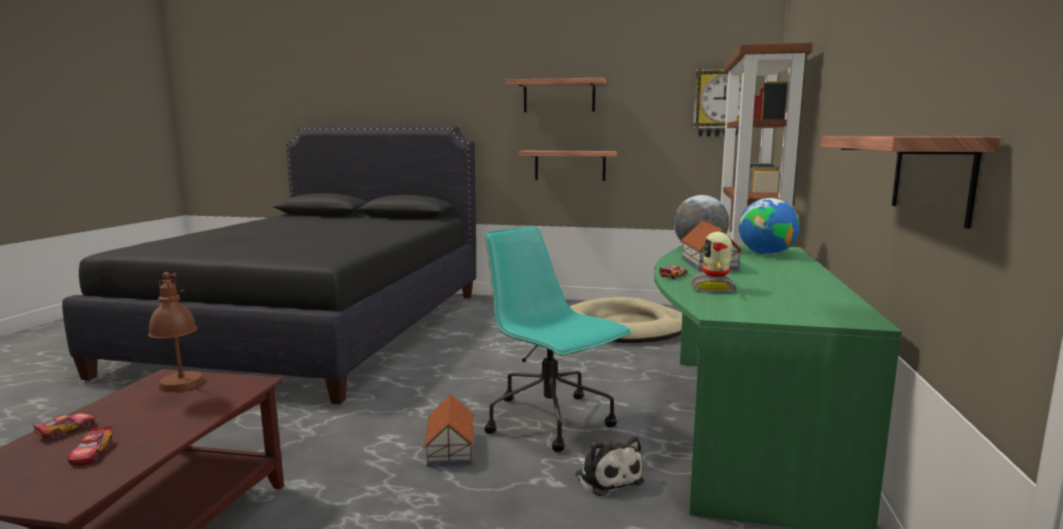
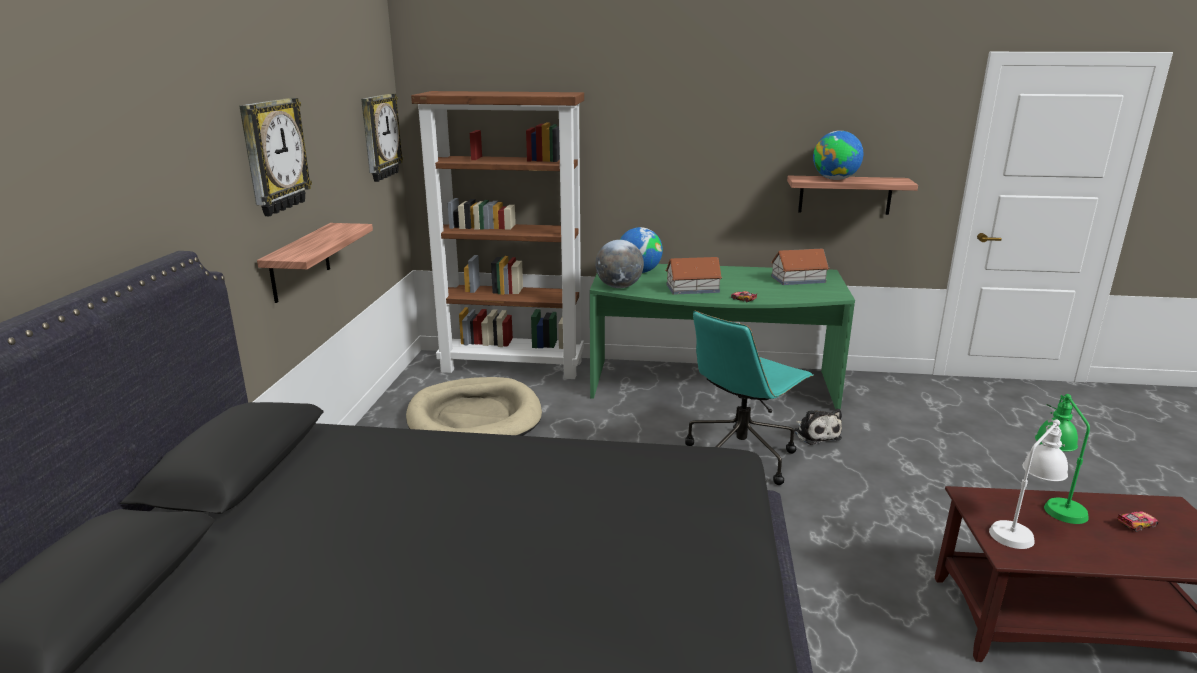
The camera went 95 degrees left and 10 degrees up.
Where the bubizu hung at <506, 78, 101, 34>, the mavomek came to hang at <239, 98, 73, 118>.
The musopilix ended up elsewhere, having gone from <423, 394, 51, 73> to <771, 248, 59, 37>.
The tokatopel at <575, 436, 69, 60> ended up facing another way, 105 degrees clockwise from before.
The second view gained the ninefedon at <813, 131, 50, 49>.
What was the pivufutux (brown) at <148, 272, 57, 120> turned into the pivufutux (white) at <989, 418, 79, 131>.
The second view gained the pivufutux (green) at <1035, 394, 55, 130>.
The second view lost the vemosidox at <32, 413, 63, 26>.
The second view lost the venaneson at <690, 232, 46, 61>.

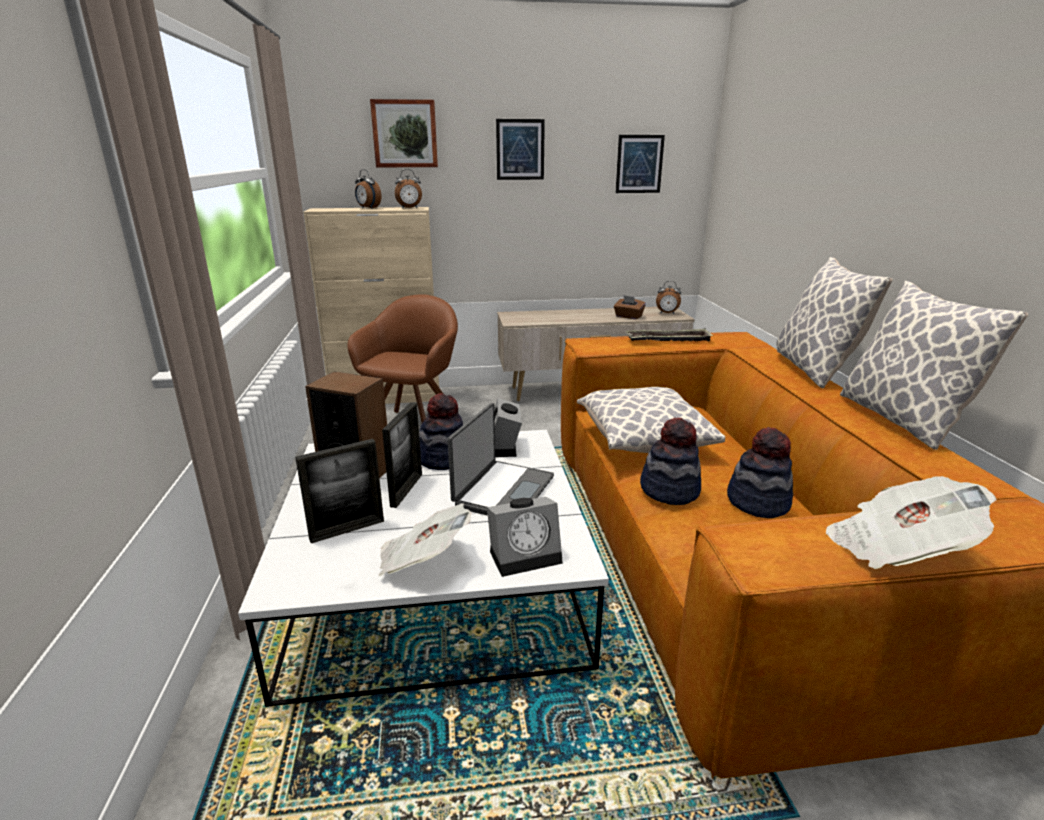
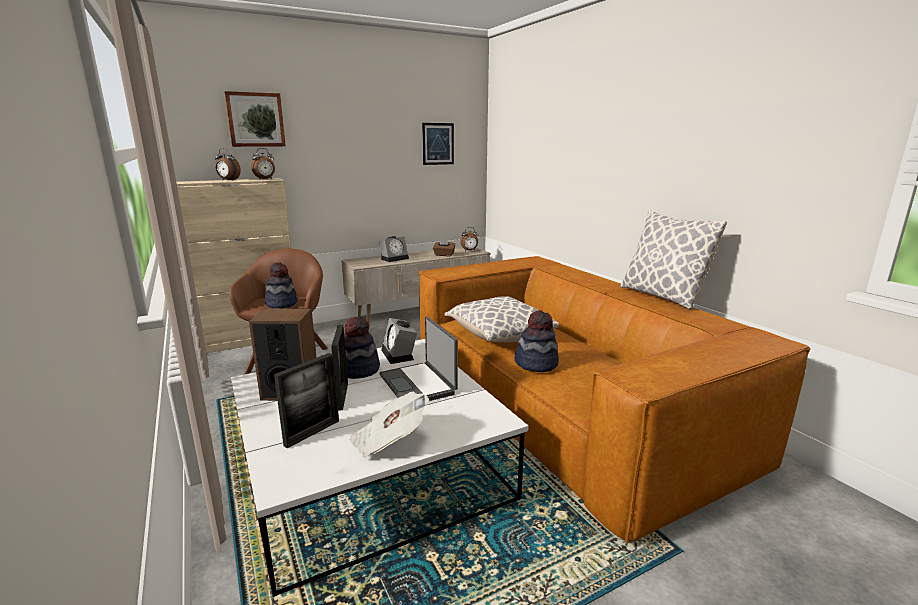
The camera went 20 degrees left and 5 degrees down.
The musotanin ended up elsewhere, having gone from <727, 427, 66, 91> to <265, 262, 33, 46>.
The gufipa ended up elsewhere, having gone from <487, 497, 76, 80> to <379, 236, 30, 26>.
The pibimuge at <448, 403, 106, 113> ended up facing another way, 150 degrees clockwise from before.
The second view lost the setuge at <496, 119, 49, 61>.
The second view lost the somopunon at <626, 329, 87, 12>.
The second view lost the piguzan at <777, 257, 116, 131>.
The second view lost the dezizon at <826, 476, 171, 93>.

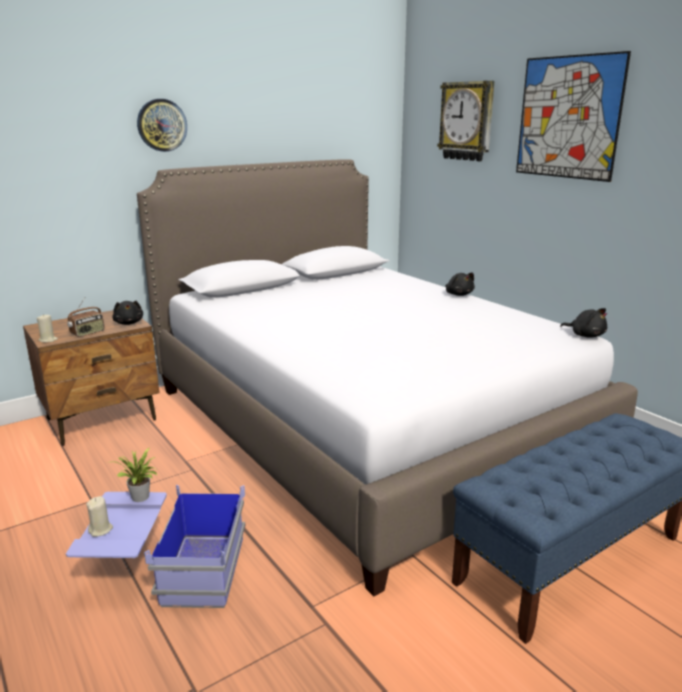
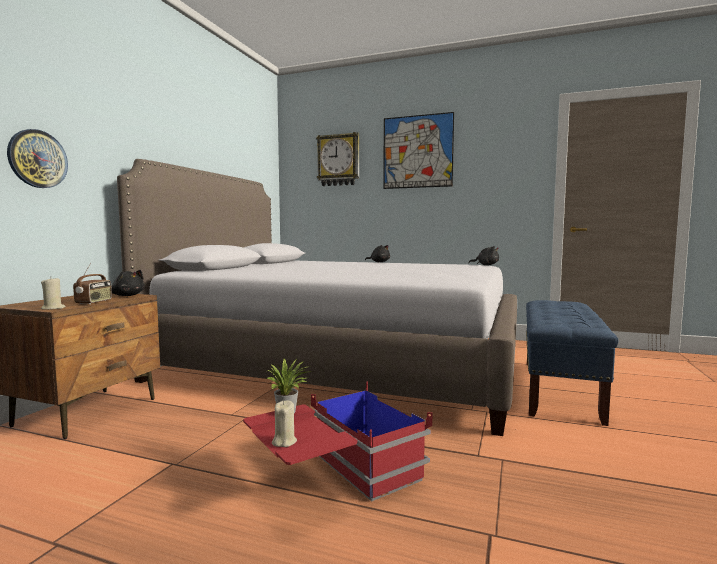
The camera went 35 degrees left and 15 degrees down.
The mavomek ended up elsewhere, having gone from <137, 99, 50, 53> to <7, 129, 61, 59>.
What was the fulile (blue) at <66, 484, 179, 124> turned into the fulile (red) at <243, 382, 189, 120>.

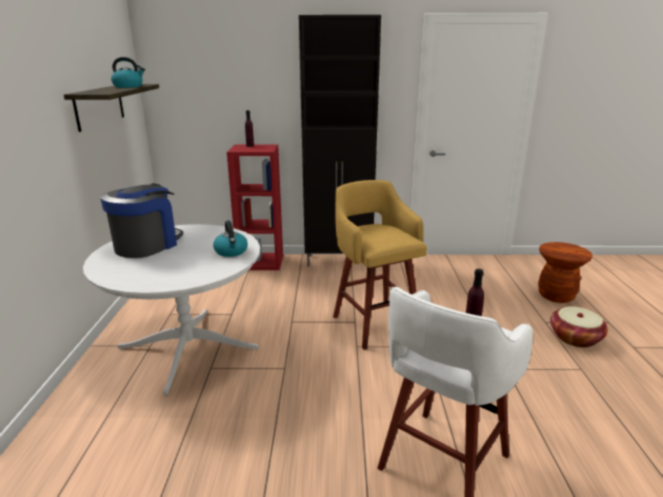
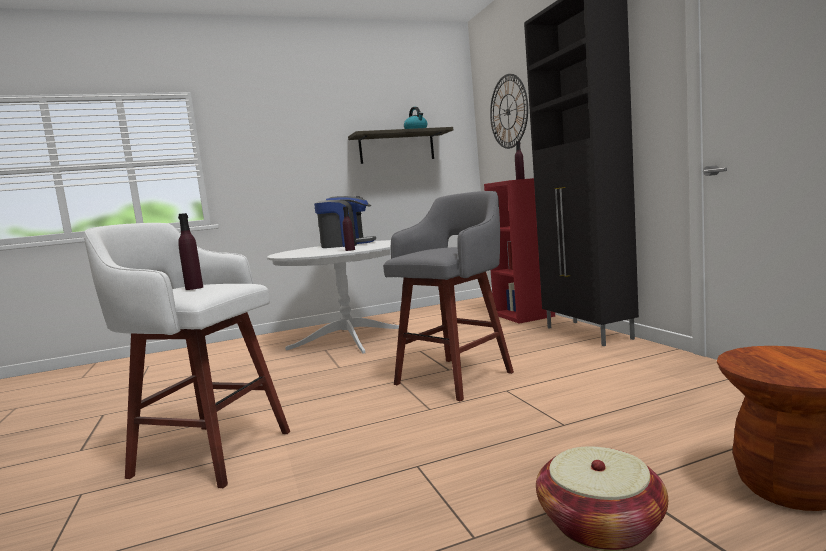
The camera went 70 degrees right and 15 degrees down.
Where the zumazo stood at <213, 220, 35, 37>, the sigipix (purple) came to stand at <343, 206, 12, 45>.
What was the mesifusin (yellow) at <333, 180, 94, 170> turned into the mesifusin (grey) at <383, 191, 131, 210>.
The second view gained the mavomek at <490, 74, 38, 75>.

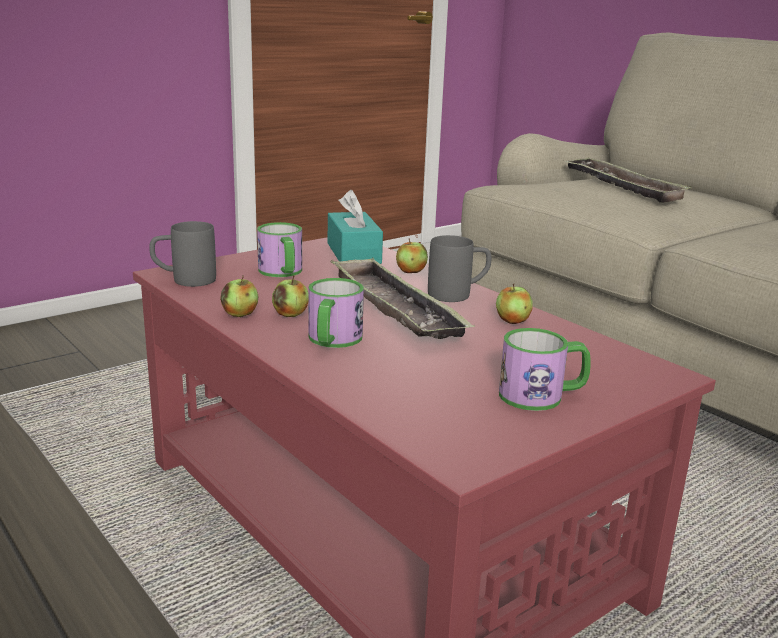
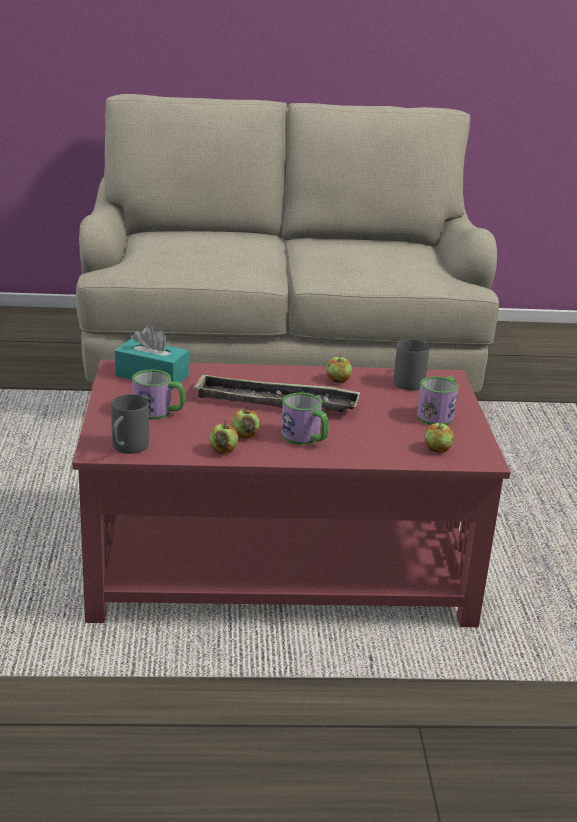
The camera went 55 degrees left and 5 degrees up.
The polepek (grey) ended up elsewhere, having gone from <428, 235, 64, 67> to <394, 339, 35, 51>.
The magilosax ended up elsewhere, having gone from <396, 238, 32, 35> to <425, 423, 29, 30>.
The second view lost the somopunon at <563, 158, 129, 45>.

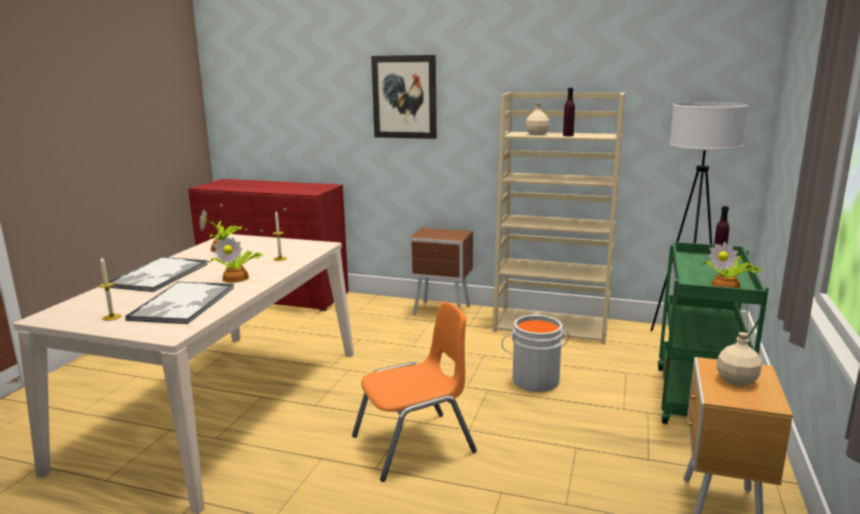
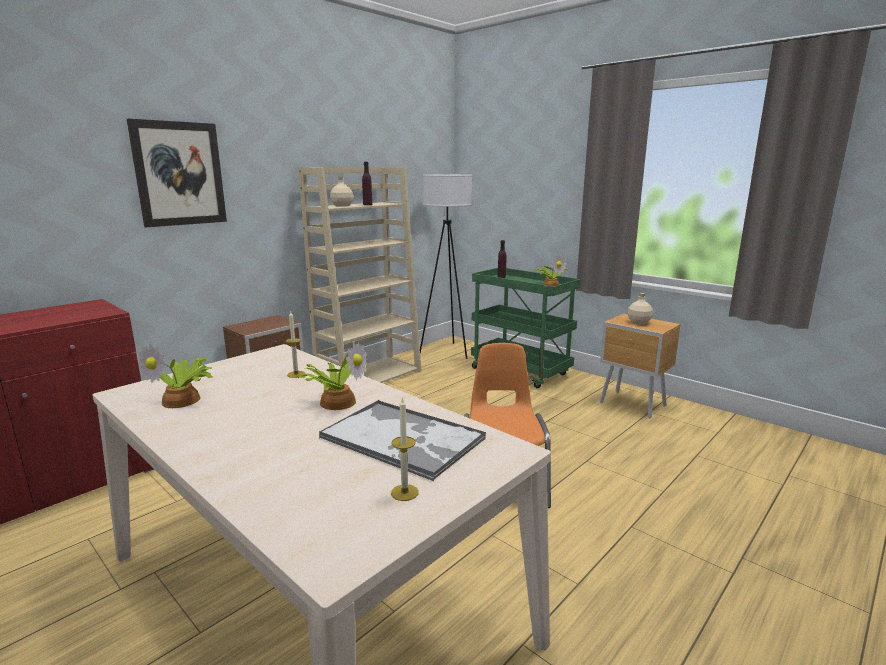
The camera went 65 degrees left and 0 degrees up.
The second view lost the somopunon at <108, 257, 100, 35>.
The second view lost the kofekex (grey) at <502, 315, 68, 77>.

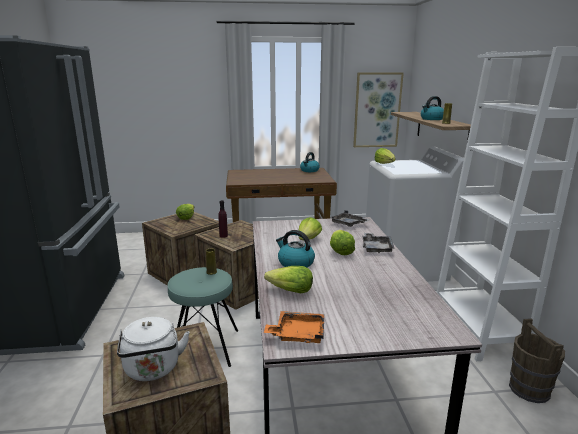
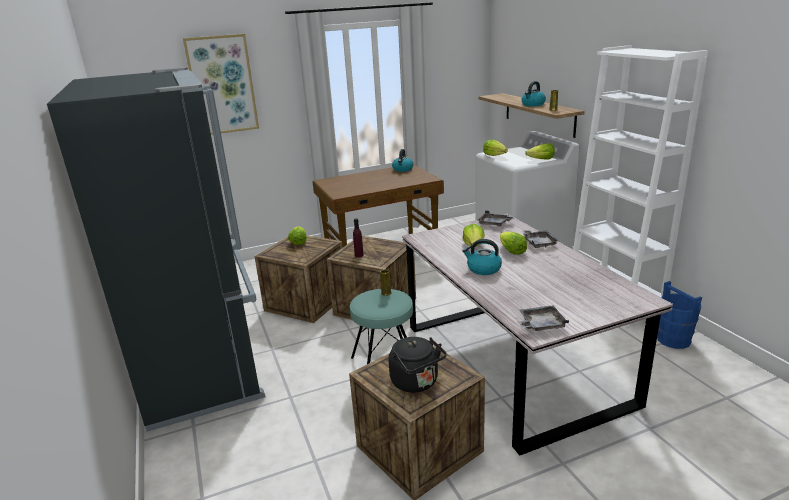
The camera went 15 degrees left and 5 degrees up.
The setuge ended up elsewhere, having gone from <353, 72, 51, 75> to <183, 34, 76, 101>.
What was the zumazo (white) at <117, 317, 73, 64> turned into the zumazo (black) at <389, 337, 57, 55>.
What was the somopunon (orange) at <264, 311, 60, 32> turned into the somopunon (grey) at <518, 306, 51, 25>.
The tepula ended up elsewhere, having gone from <264, 266, 49, 27> to <525, 143, 30, 17>.
What was the kofekex (brown) at <509, 318, 56, 85> turned into the kofekex (blue) at <657, 281, 45, 68>.

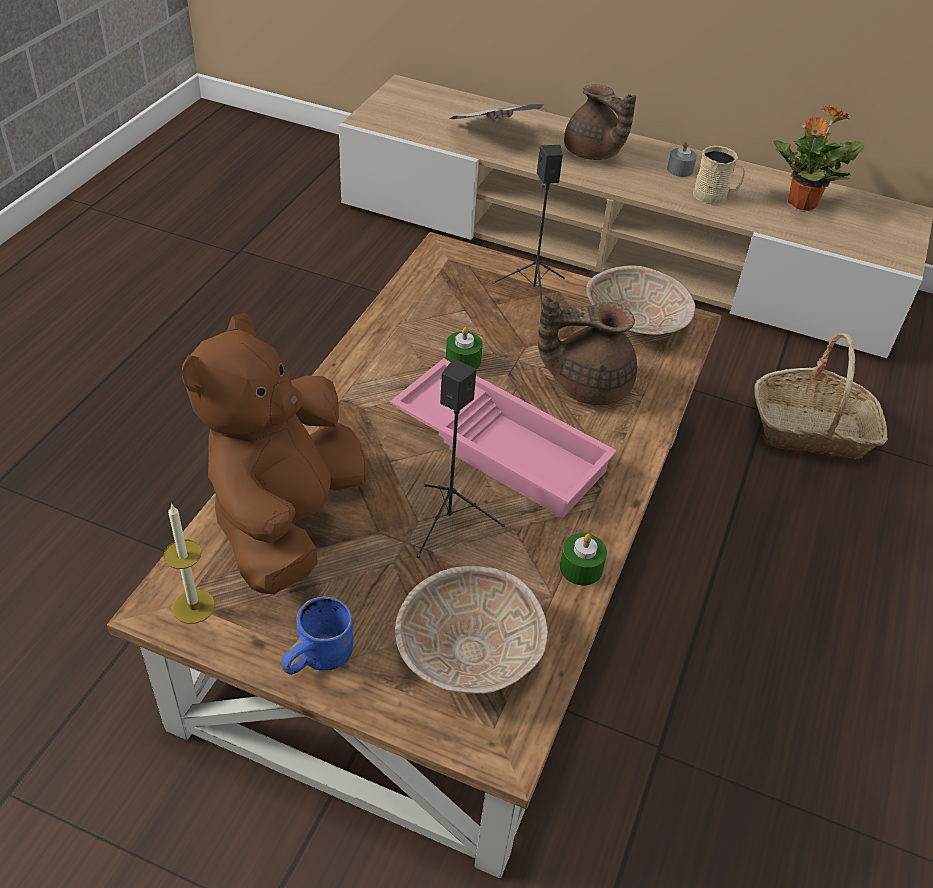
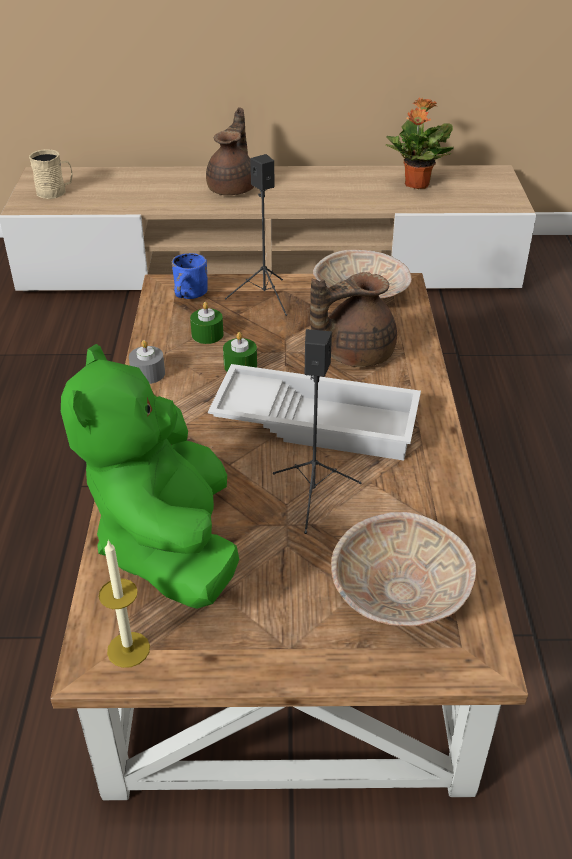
The camera went 20 degrees left and 5 degrees down.
The polepek (beige) ended up elsewhere, having gone from <693, 146, 52, 59> to <29, 149, 44, 50>.
What was the tokatopel (brown) at <182, 313, 187, 281> turned into the tokatopel (green) at <61, 344, 178, 265>.
The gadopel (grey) ended up elsewhere, having gone from <667, 141, 30, 36> to <129, 340, 36, 44>.
The polepek (blue) ended up elsewhere, having gone from <281, 596, 72, 79> to <172, 253, 36, 46>.
The gadopel (green) ended up elsewhere, having gone from <560, 533, 47, 52> to <190, 302, 33, 42>.
The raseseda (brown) at <564, 85, 72, 75> ended up facing another way, 105 degrees counterclockwise from before.
What was the somopunon (pink) at <390, 358, 227, 160> turned into the somopunon (white) at <208, 364, 213, 97>.
The second view lost the dezizon at <449, 104, 94, 18>.
The second view lost the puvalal at <754, 333, 134, 126>.

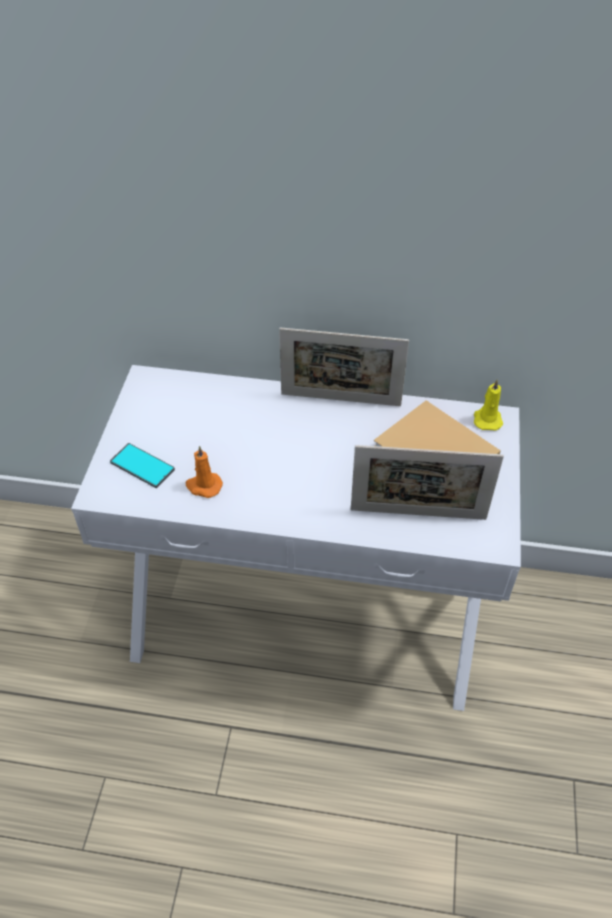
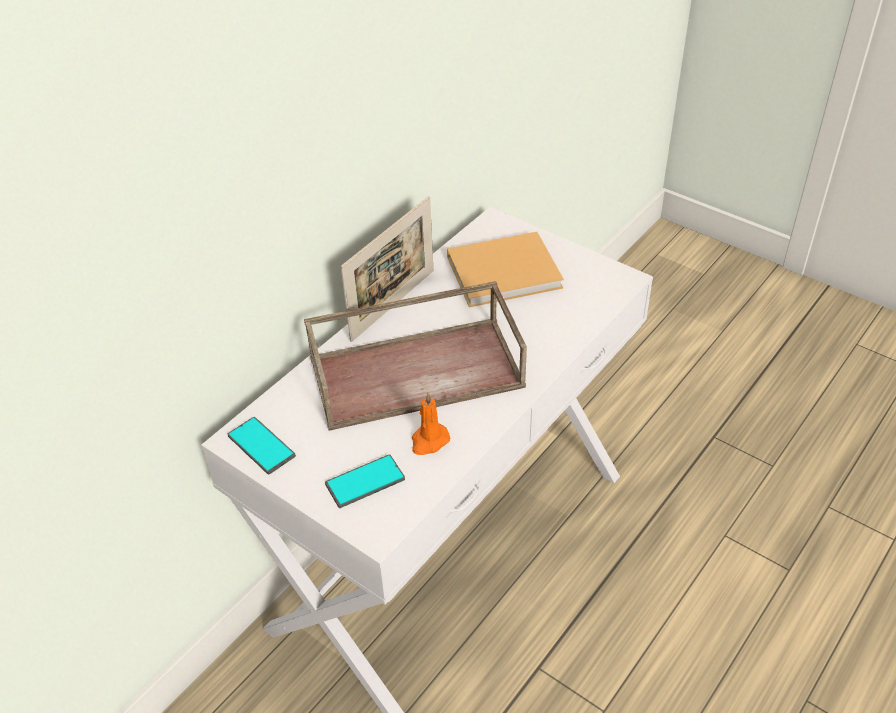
The camera went 60 degrees left and 5 degrees down.
The second view gained the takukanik at <228, 417, 68, 58>.
The second view gained the somopunon (brown) at <304, 281, 223, 150>.
The second view lost the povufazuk at <351, 445, 153, 75>.
The second view lost the gadopel (yellow) at <474, 379, 29, 52>.

